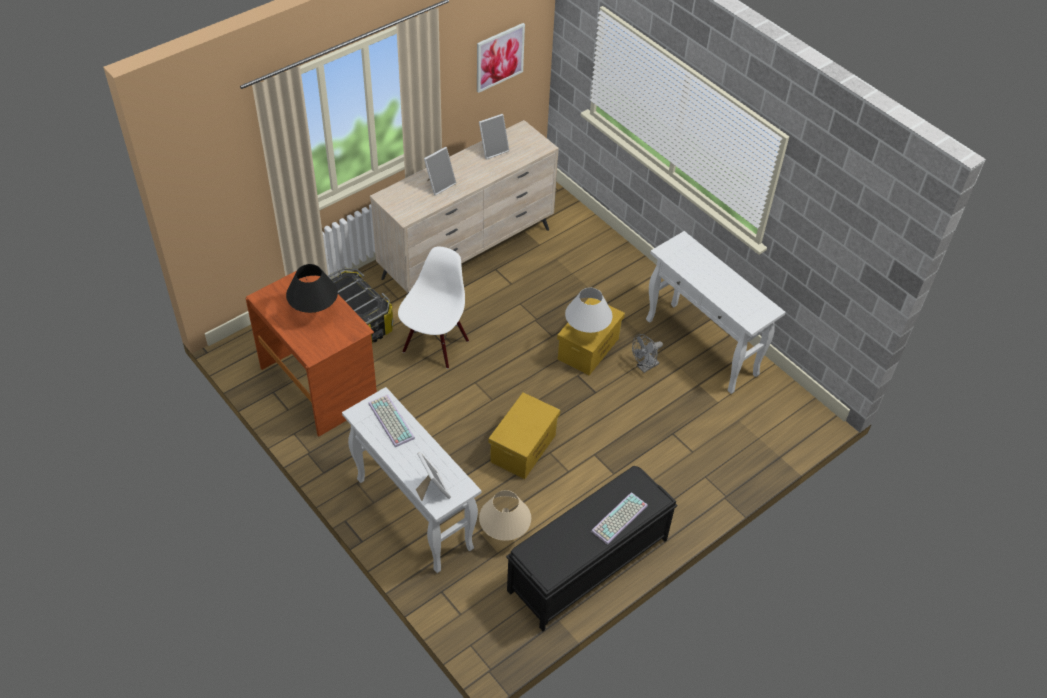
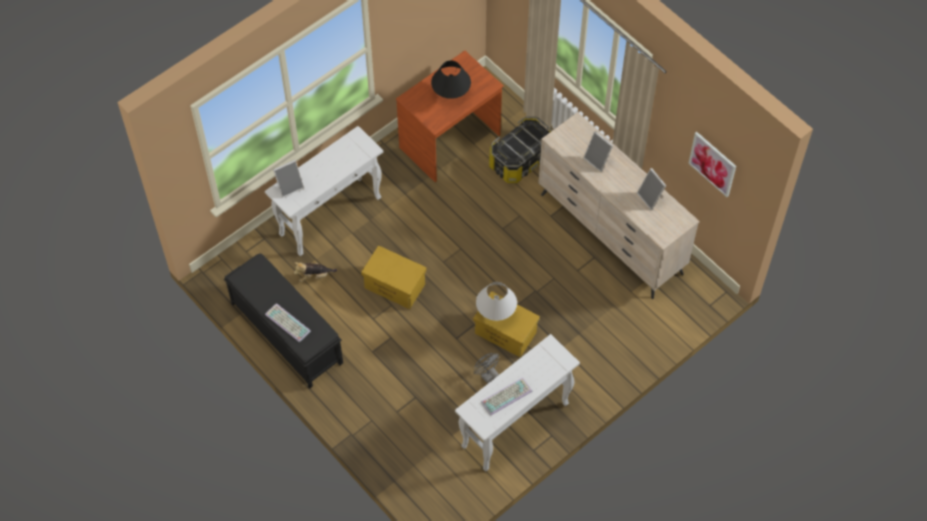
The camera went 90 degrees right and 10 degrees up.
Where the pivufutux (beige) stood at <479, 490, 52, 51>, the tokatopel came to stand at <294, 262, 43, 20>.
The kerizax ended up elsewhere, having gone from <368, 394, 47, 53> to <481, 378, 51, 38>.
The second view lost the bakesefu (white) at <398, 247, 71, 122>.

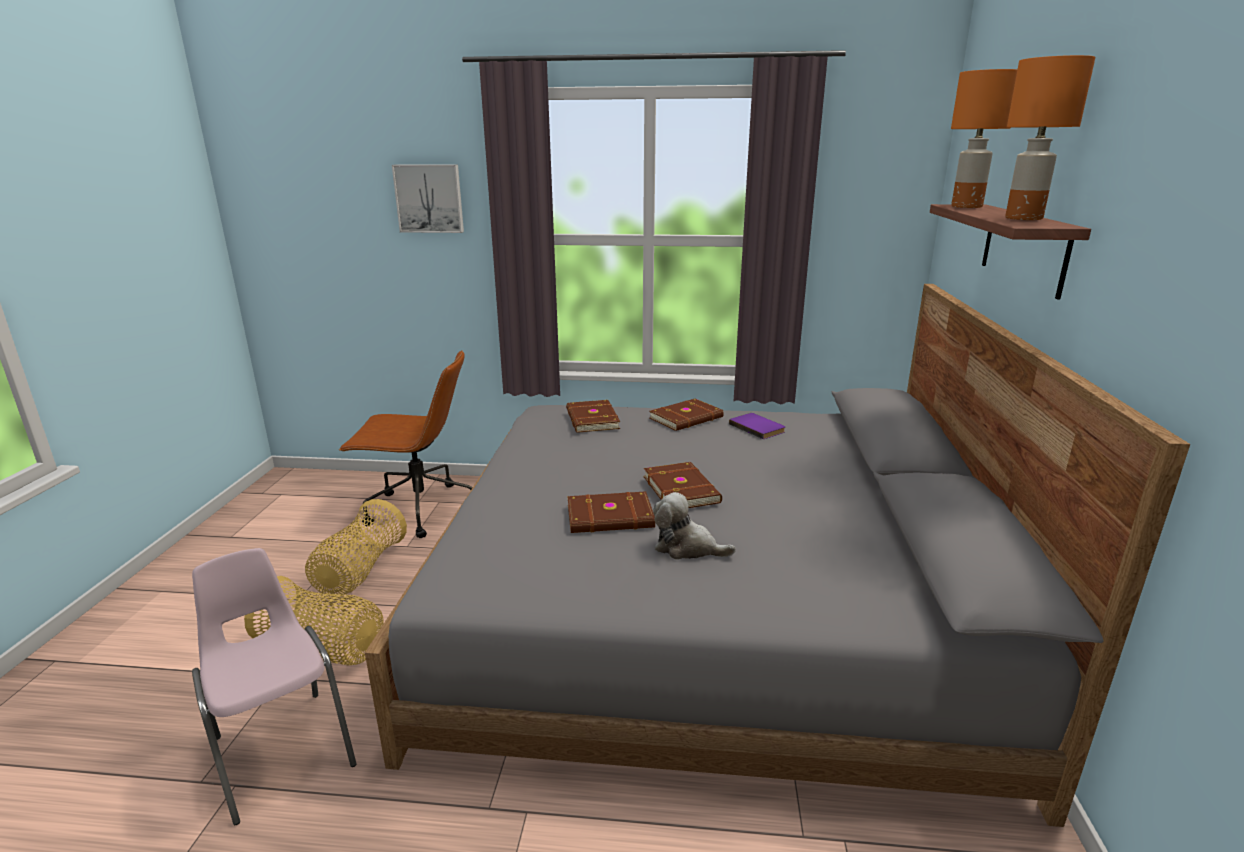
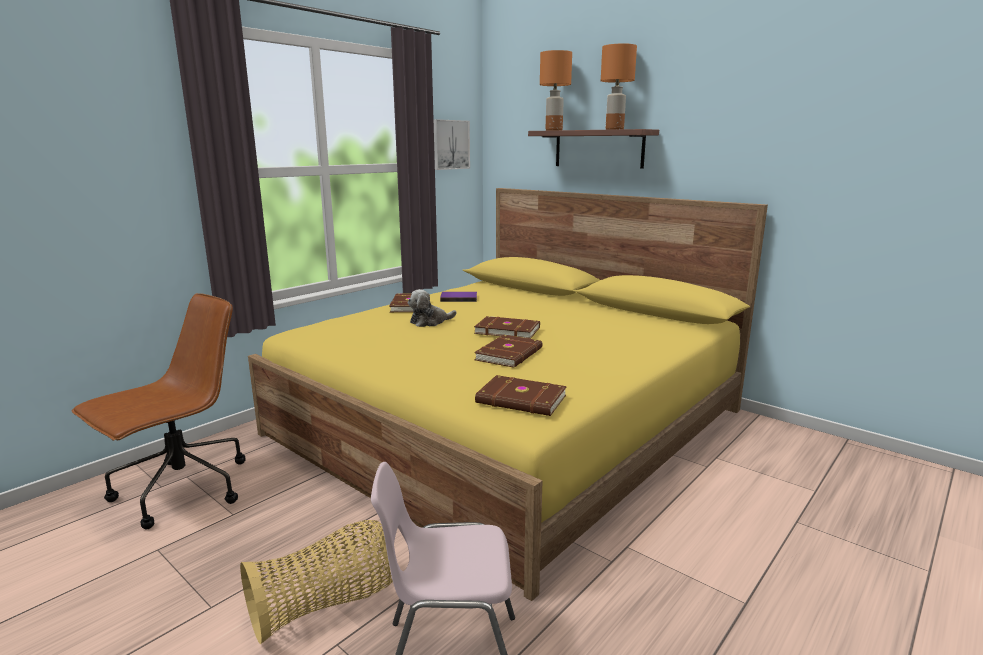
The camera went 55 degrees left and 5 degrees down.
What was the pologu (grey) at <365, 284, 825, 543> turned into the pologu (yellow) at <248, 188, 520, 413>.
The tokatopel ended up elsewhere, having gone from <653, 492, 83, 68> to <408, 289, 49, 38>.
The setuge ended up elsewhere, having gone from <392, 164, 72, 69> to <434, 119, 36, 51>.
The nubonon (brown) ended up elsewhere, having gone from <566, 400, 54, 33> to <475, 375, 92, 41>.
The second view lost the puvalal at <305, 499, 102, 98>.

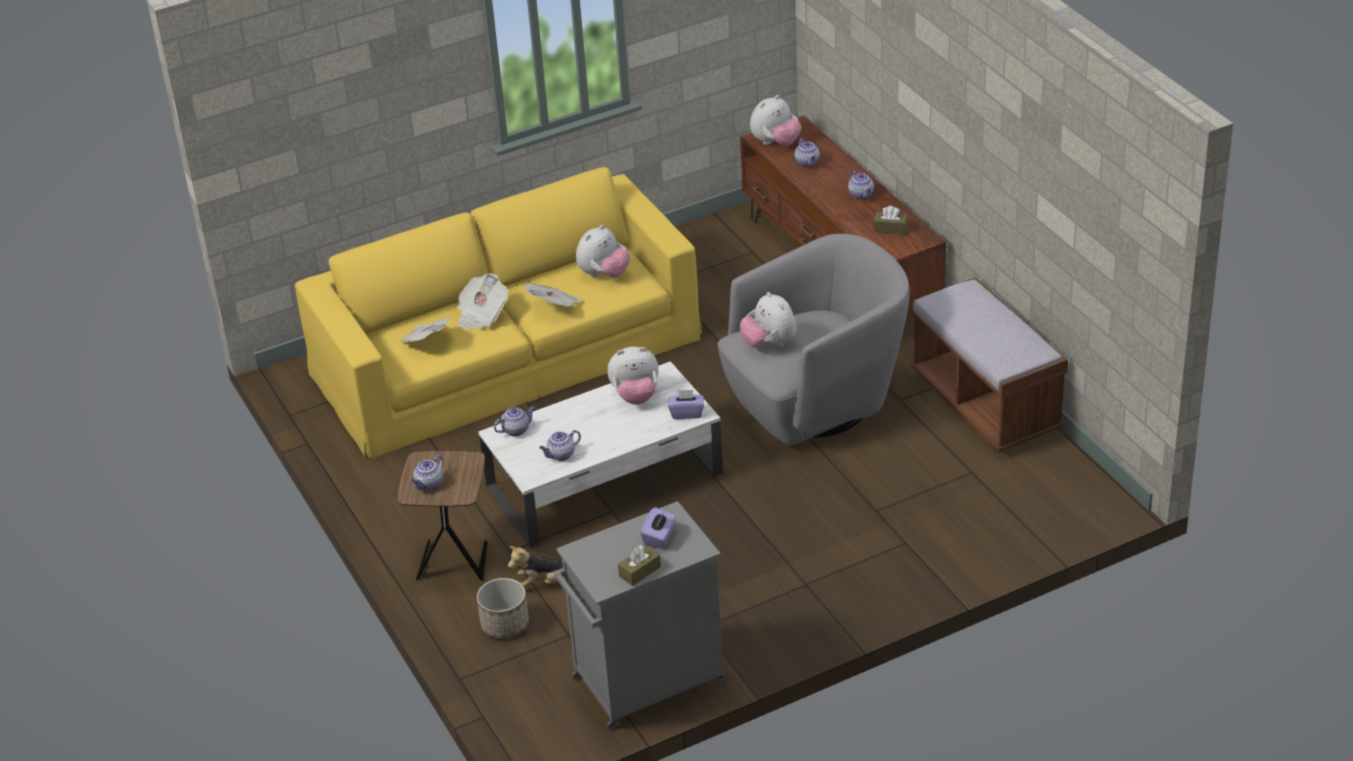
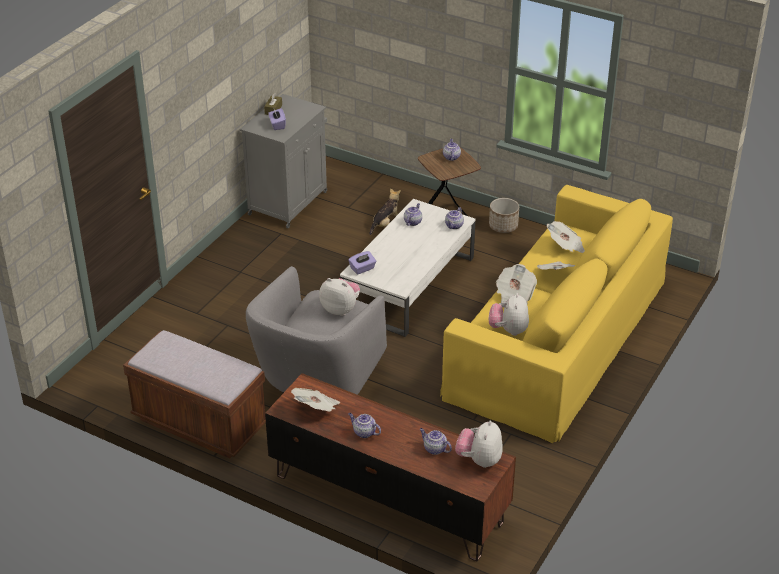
The camera went 145 degrees right and 0 degrees up.
Where the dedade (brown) stood at <874, 206, 34, 29>, the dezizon came to stand at <291, 388, 49, 24>.
The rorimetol ended up elsewhere, having gone from <477, 578, 52, 61> to <489, 198, 30, 35>.
The second view lost the tokatopel at <607, 347, 52, 58>.

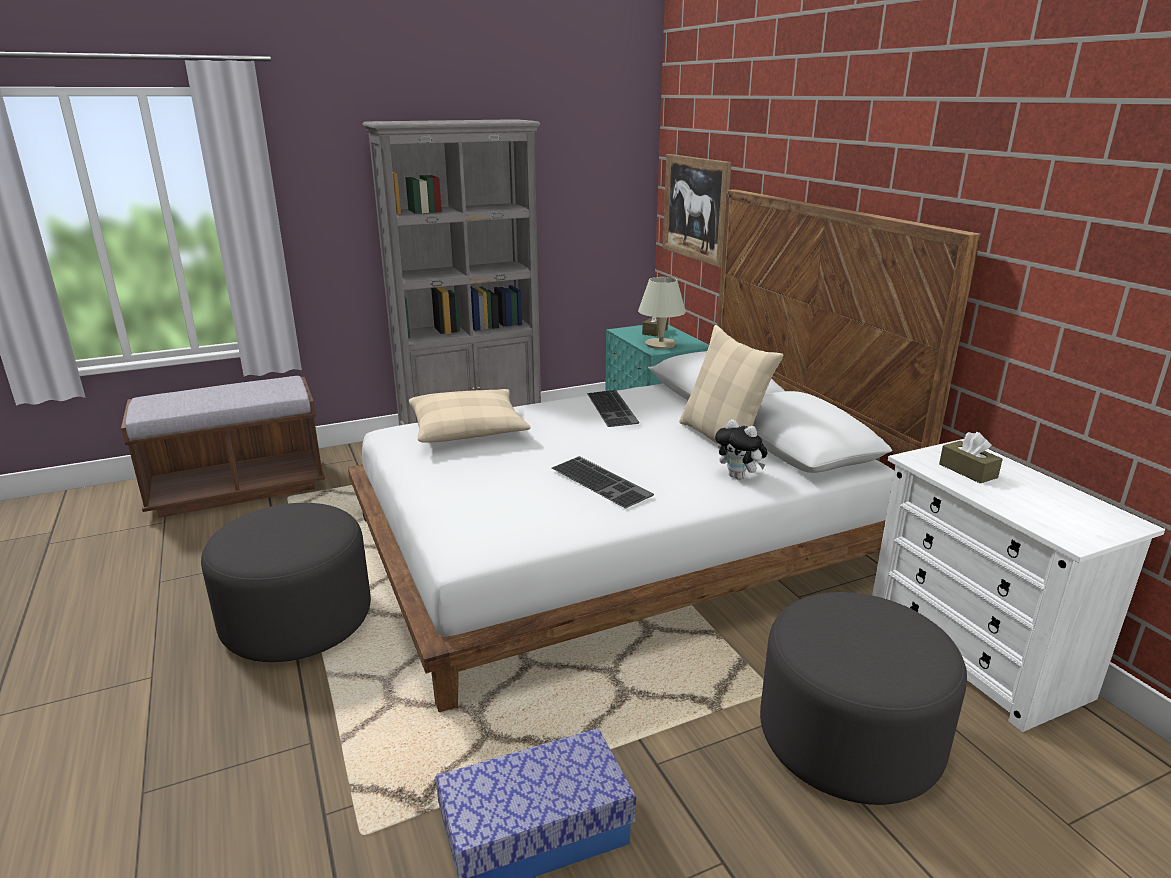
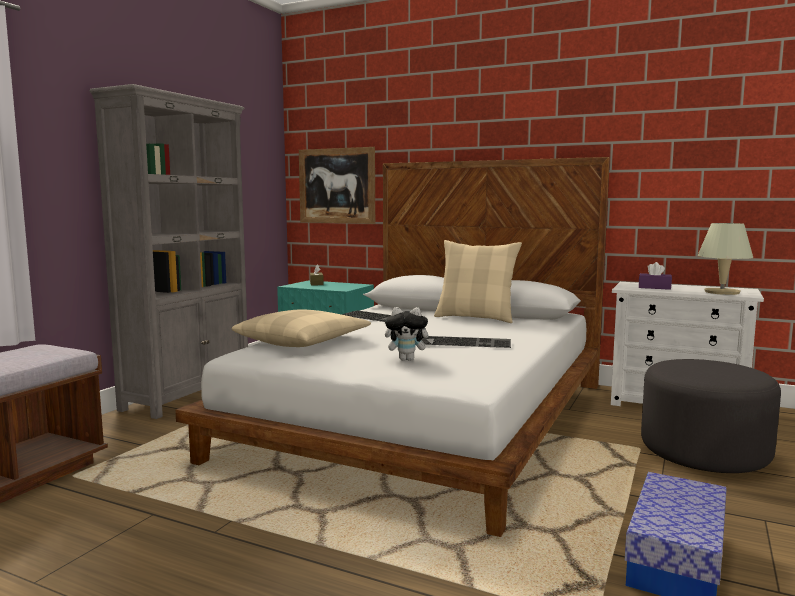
The camera went 40 degrees left and 15 degrees down.
The tokatopel ended up elsewhere, having gone from <715, 419, 53, 61> to <385, 307, 49, 54>.
What was the dedade (brown) at <939, 432, 64, 51> turned into the dedade (purple) at <639, 262, 33, 28>.
The pivufutux (beige) ended up elsewhere, having gone from <638, 277, 48, 72> to <697, 223, 56, 72>.
The second view lost the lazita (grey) at <201, 503, 170, 159>.

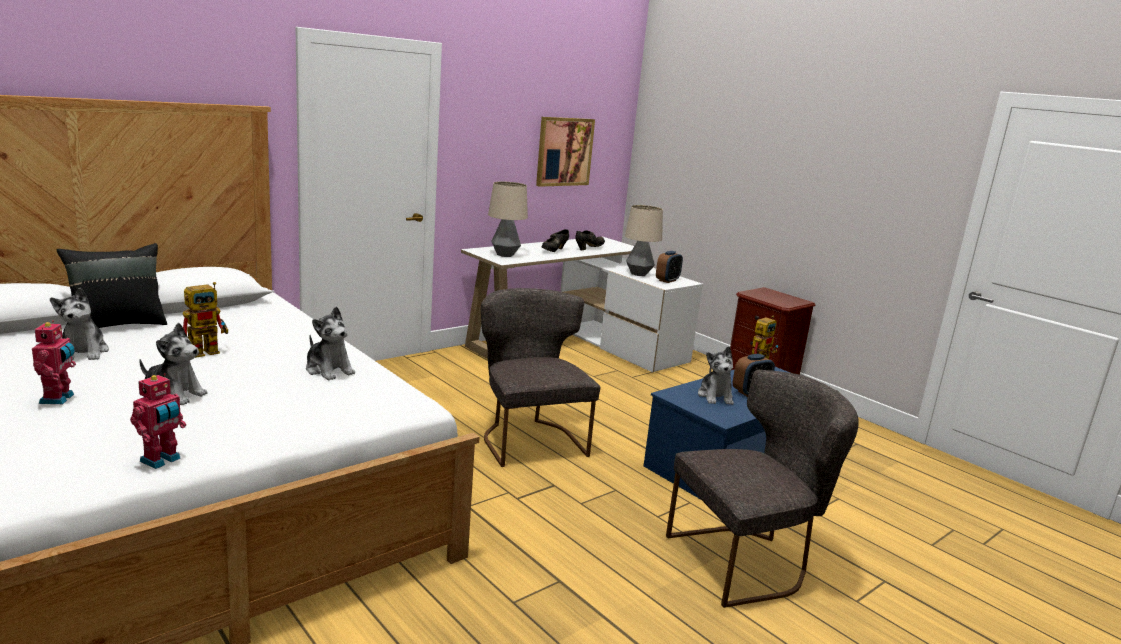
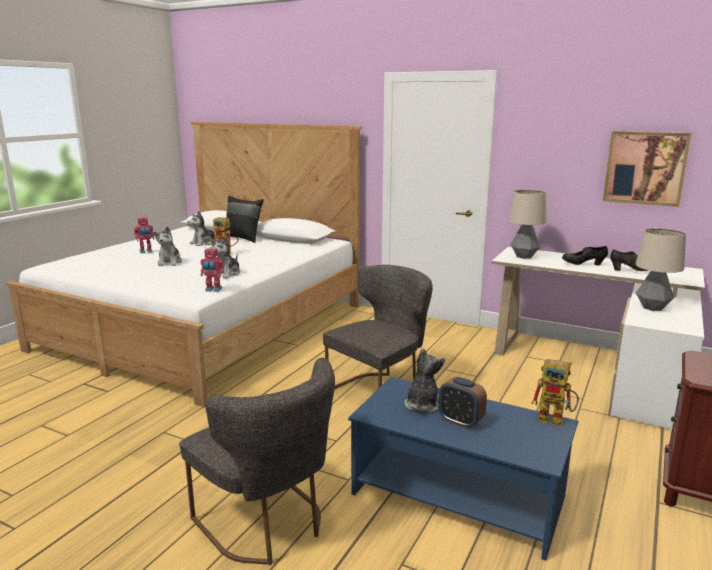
The camera went 70 degrees right and 0 degrees up.
The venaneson ended up elsewhere, having gone from <130, 373, 56, 96> to <200, 247, 24, 45>.
The tokatopel at <698, 346, 36, 59> ended up facing another way, 135 degrees clockwise from before.
The second view lost the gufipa at <656, 251, 27, 32>.

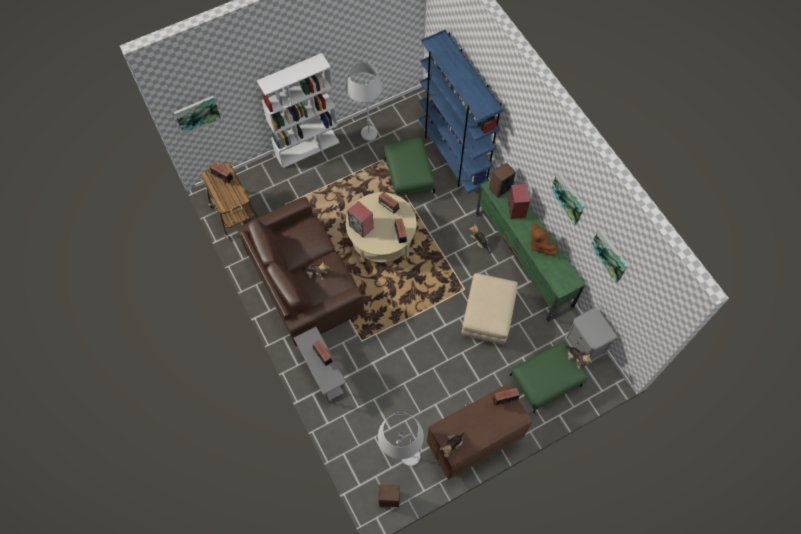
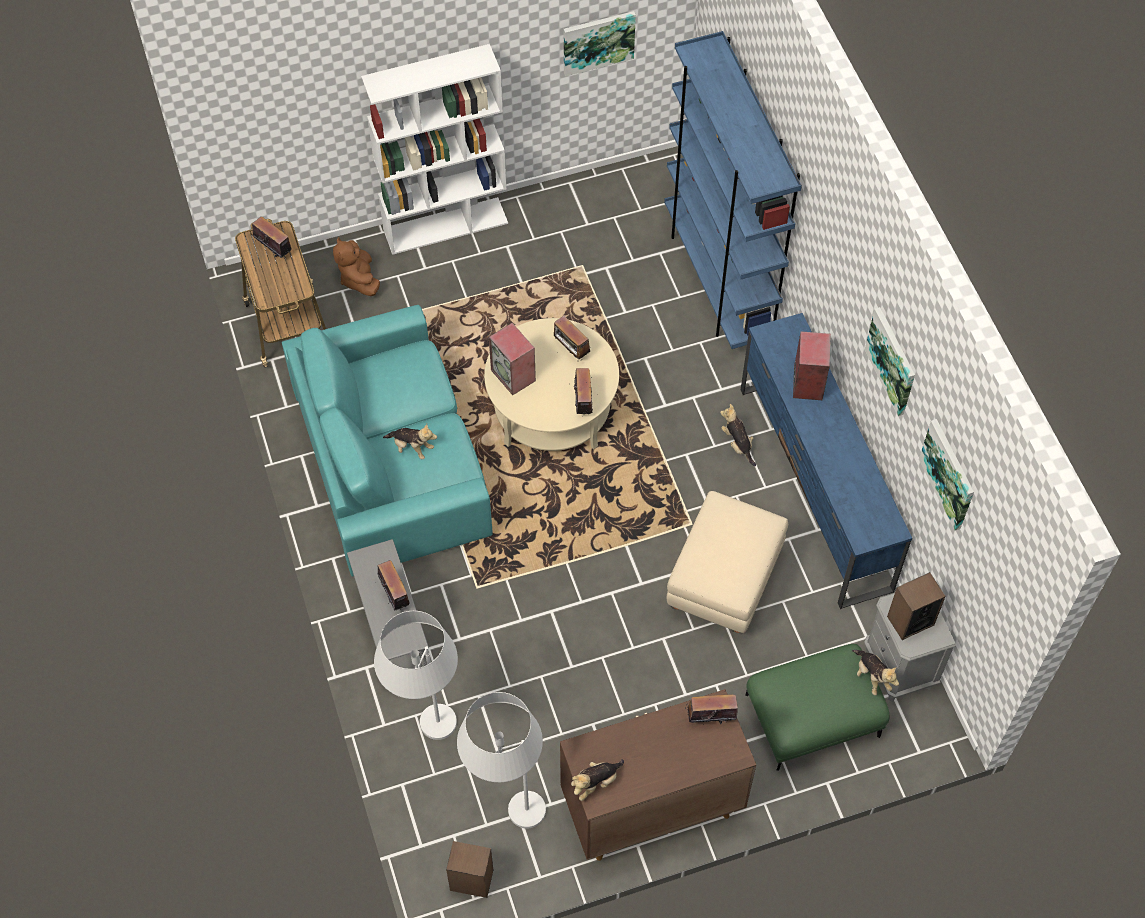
The camera went 10 degrees right and 5 degrees down.
What was the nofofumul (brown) at <237, 197, 127, 149> turned into the nofofumul (turquoise) at <282, 305, 211, 272>.
The tokatopel (brown) ended up elsewhere, having gone from <530, 224, 29, 32> to <333, 237, 47, 59>.
The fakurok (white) ended up elsewhere, having gone from <345, 62, 37, 79> to <374, 611, 84, 129>.
The setuge ended up elsewhere, having gone from <174, 96, 47, 39> to <564, 11, 72, 65>.
What was the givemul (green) at <476, 180, 110, 142> turned into the givemul (blue) at <741, 313, 171, 296>.
The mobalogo ended up elsewhere, having gone from <489, 163, 27, 35> to <887, 572, 59, 68>.
The second view lost the lazita (green) at <384, 137, 51, 59>.

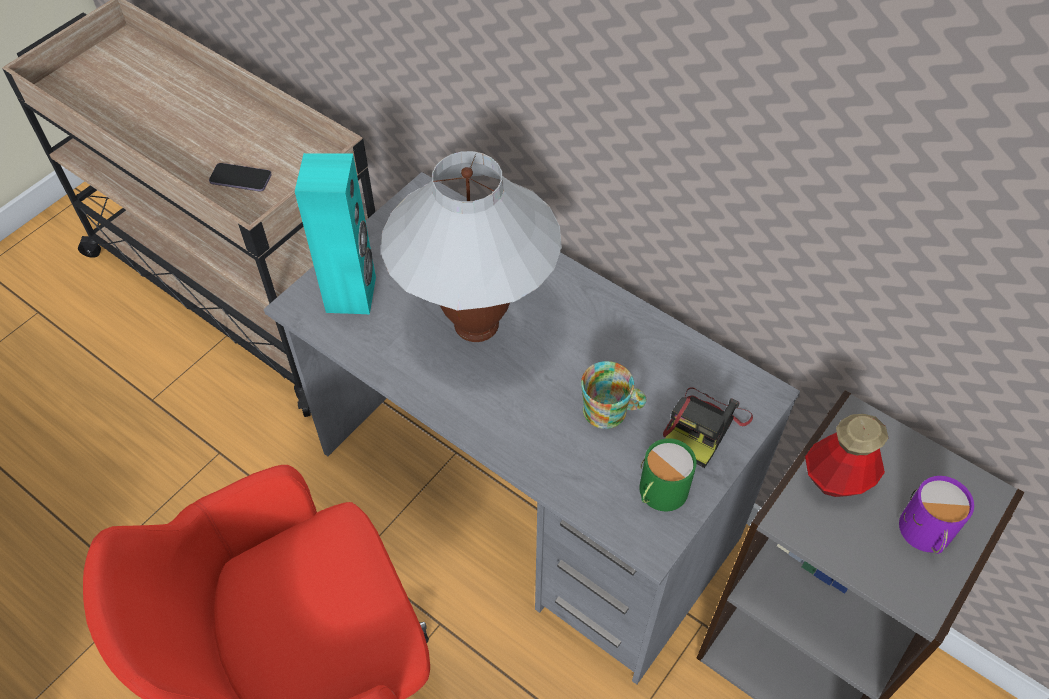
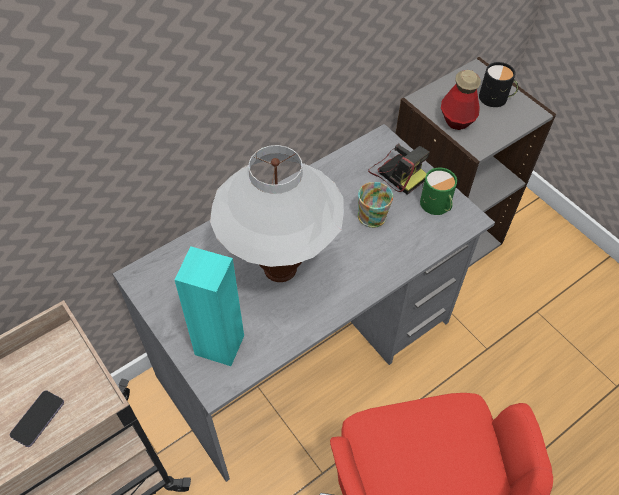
The camera went 75 degrees left and 0 degrees up.
What was the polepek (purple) at <899, 476, 75, 78> turned into the polepek (black) at <479, 62, 39, 45>.

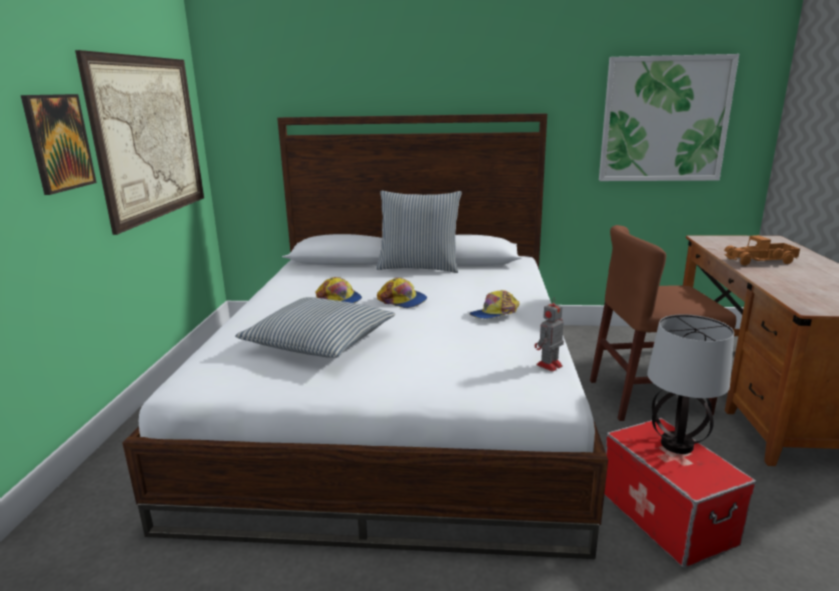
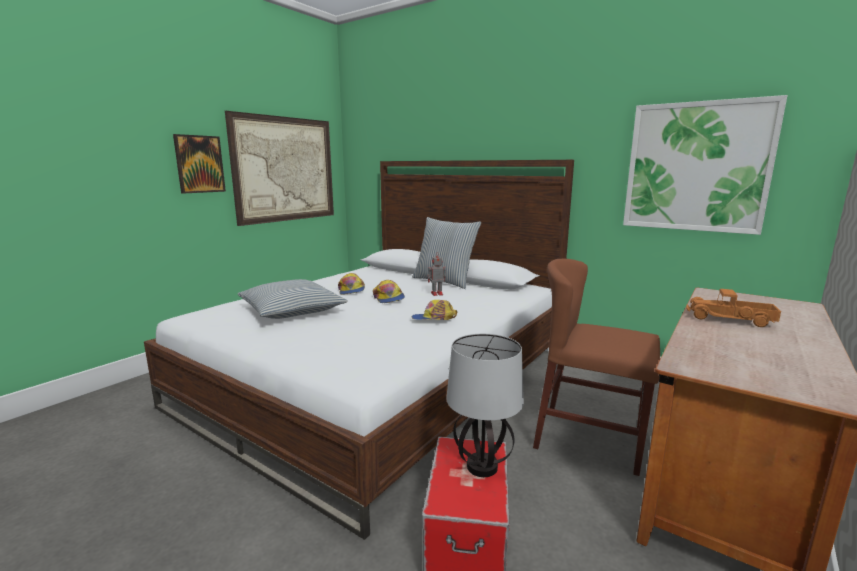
The camera went 30 degrees right and 5 degrees down.
The venaneson ended up elsewhere, having gone from <535, 297, 29, 75> to <428, 253, 18, 43>.

